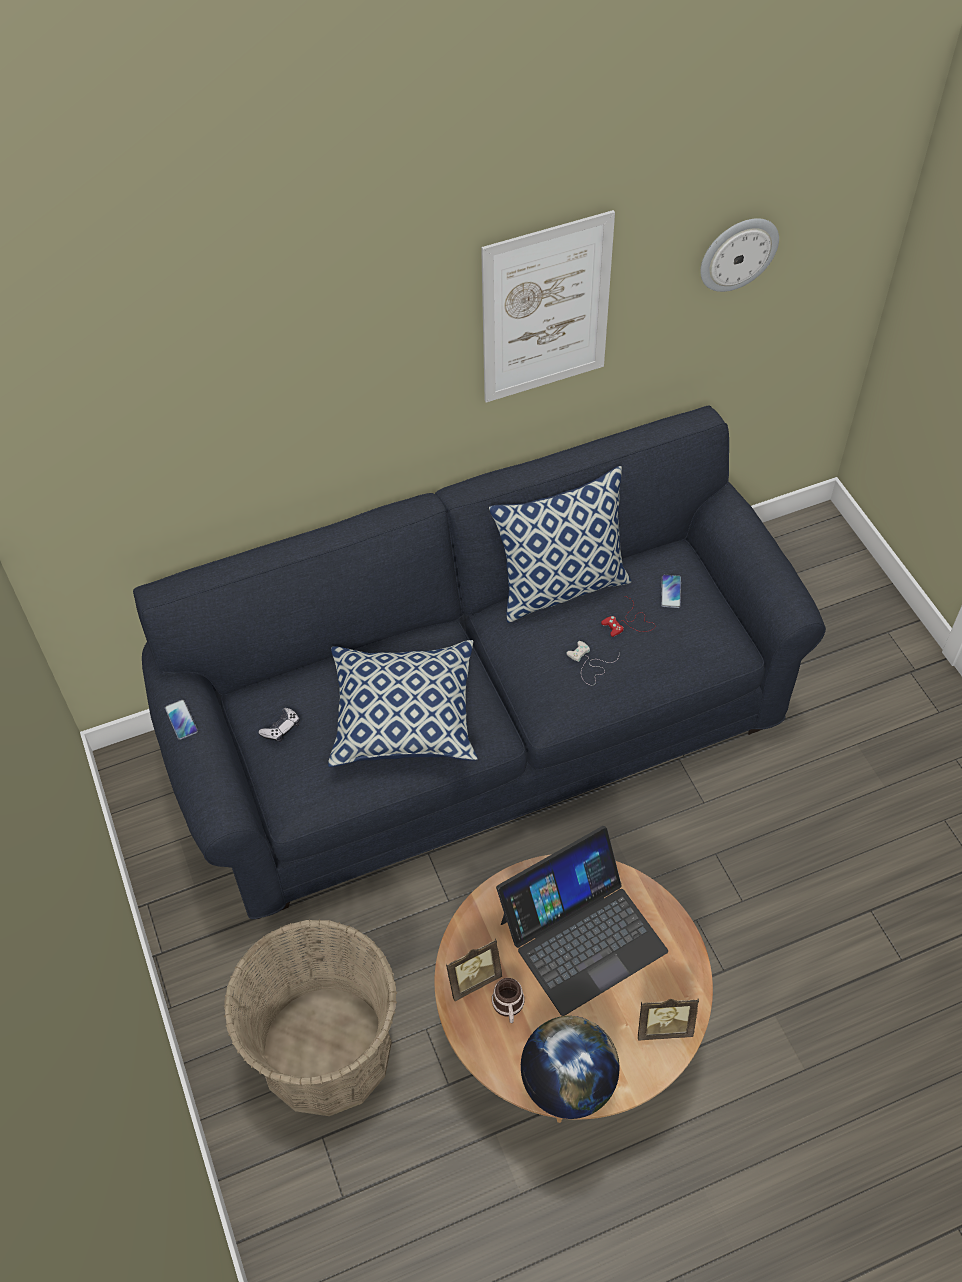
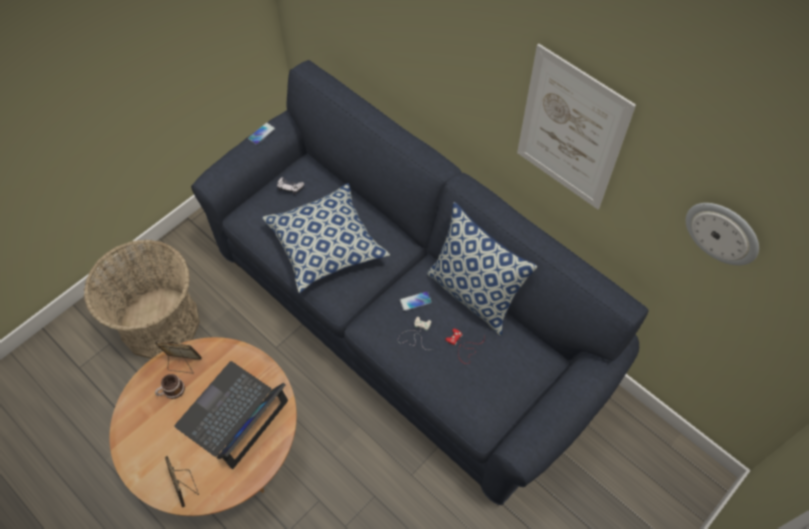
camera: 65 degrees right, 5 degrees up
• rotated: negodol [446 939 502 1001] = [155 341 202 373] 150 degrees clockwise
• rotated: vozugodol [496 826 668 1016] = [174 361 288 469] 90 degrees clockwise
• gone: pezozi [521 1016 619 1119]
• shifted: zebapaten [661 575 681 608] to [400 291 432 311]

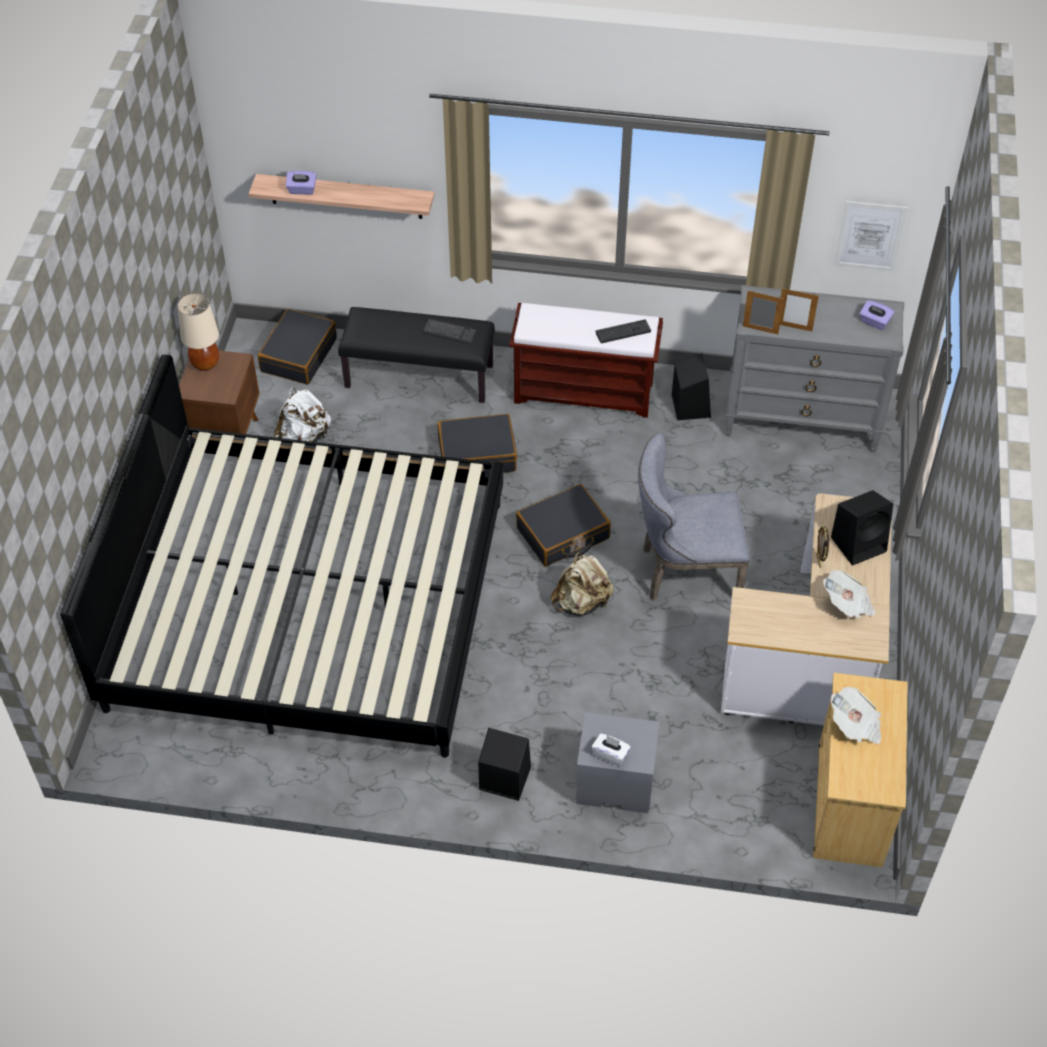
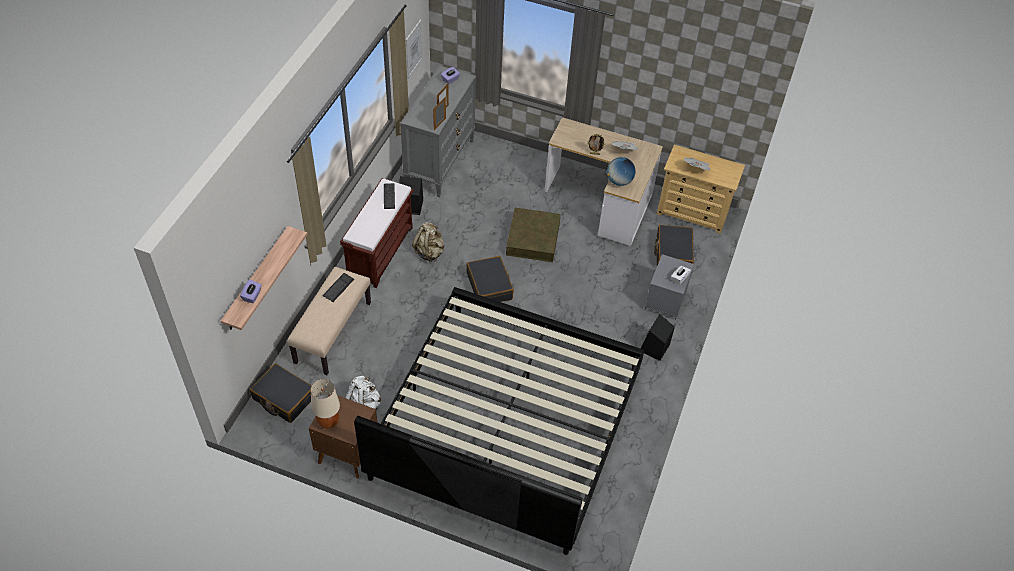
camera: 80 degrees left, 0 degrees up
• repainted: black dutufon [338 307 495 403] to beige dutufon [287 267 371 375]
• shifted: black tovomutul [437 414 517 473] to [654 225 694 265]
• shifted: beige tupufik [550 552 614 616] to [412 222 444 262]
• swapped: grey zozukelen [638 433 750 600] to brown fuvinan [506 208 561 262]
• gone: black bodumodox [831 490 893 566]
• new: pezozi [607 157 636 186]

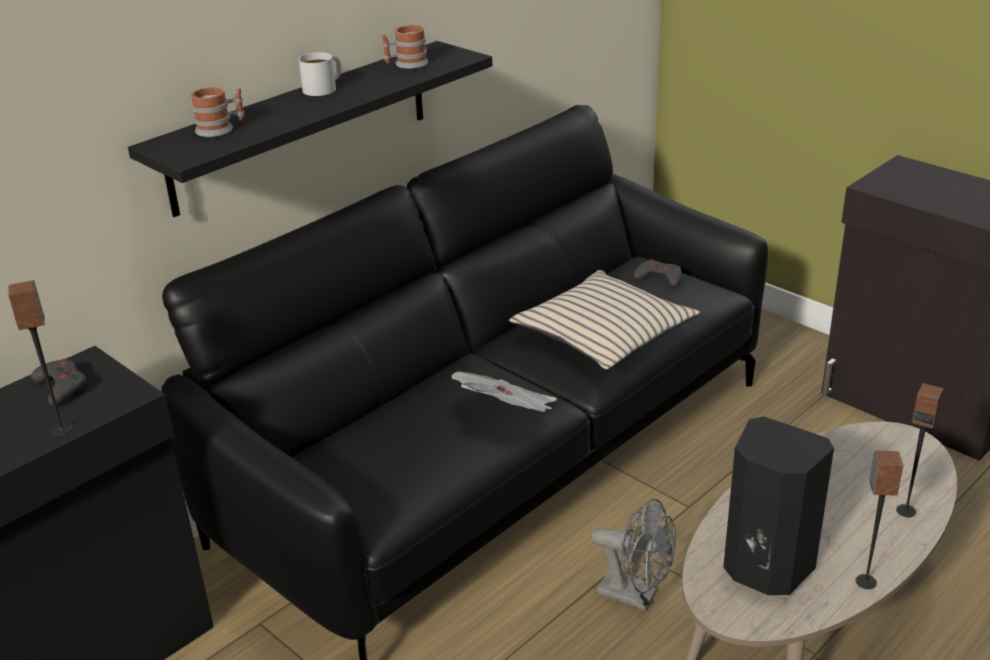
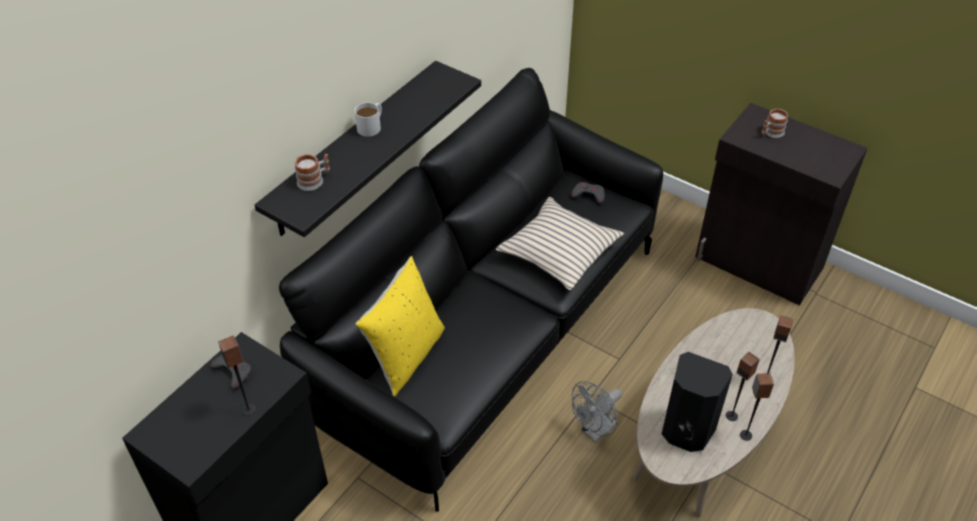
camera: 10 degrees left, 15 degrees up
• shifted: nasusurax [382 25 428 69] to [762 108 788 138]
• gone: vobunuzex [451 372 557 412]
• rotated: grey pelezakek [591 499 676 611] = [572 381 623 442] 120 degrees clockwise
• new: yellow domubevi [356 256 445 397]
• new: bodumodox [726 352 760 421]

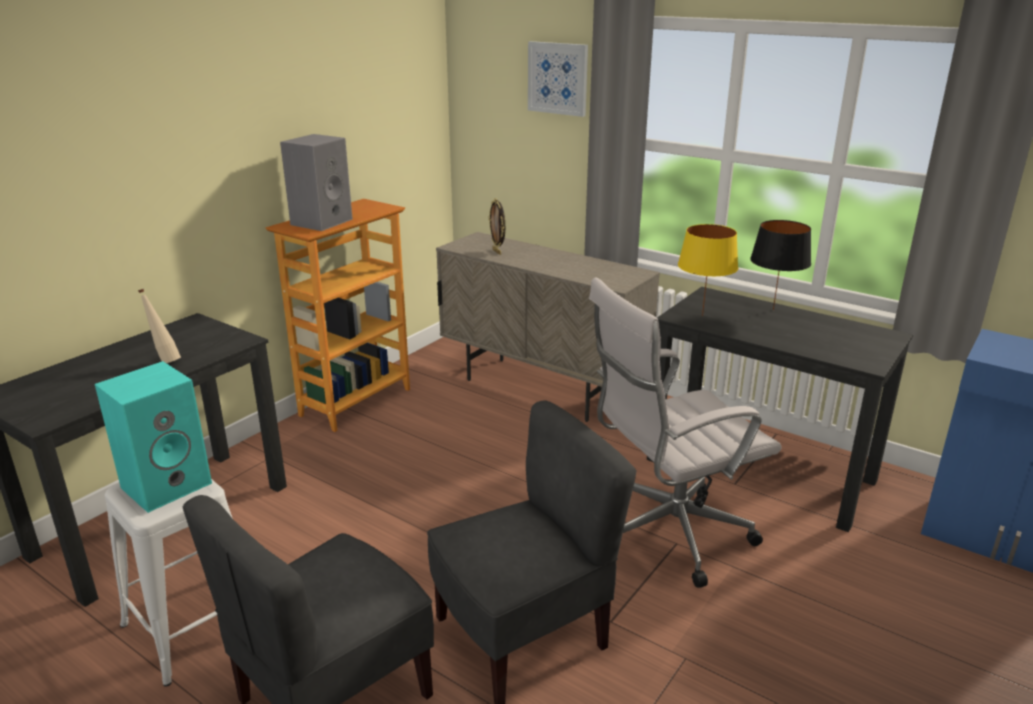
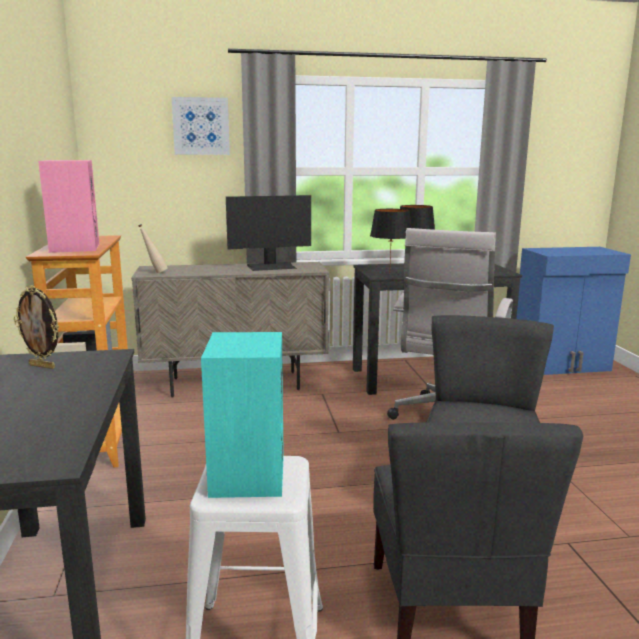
camera: 45 degrees left, 10 degrees down
• shifted: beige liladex [138 289 181 363] to [138 224 167 273]
• repainted: grey bodumodox [280 134 353 231] to pink bodumodox [38 160 99 253]
• shifted: negodol [488 199 505 255] to [14 285 59 369]
• repainted: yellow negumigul [678 224 738 316] to black negumigul [370 209 411 263]
• new: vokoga [226 195 311 271]

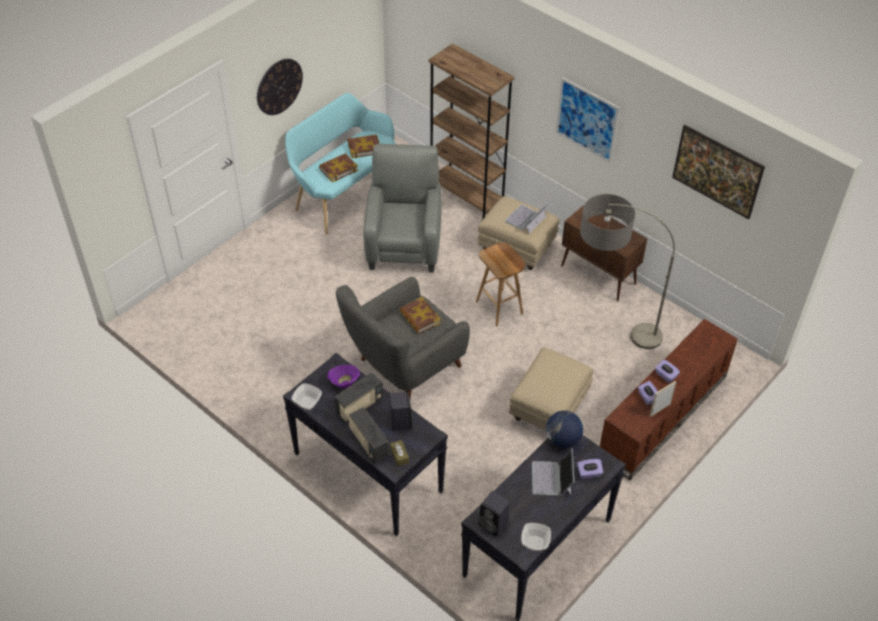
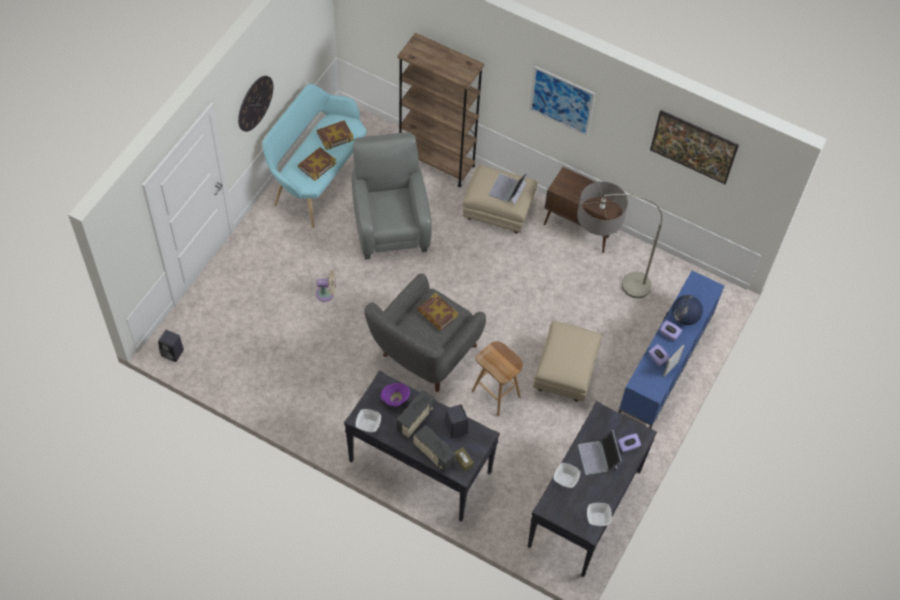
camera: 15 degrees left, 10 degrees up
• shifted: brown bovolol [476 243 525 326] to [472 341 523 416]
• shifted: black bodumodox [478 491 510 536] to [158 330 184 362]
• shifted: pezozi [546 411 583 448] to [672 295 703 325]
• repainted: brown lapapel [600 319 738 480] to blue lapapel [618 270 724 429]
• new: beige pelezakek [316 271 336 302]
• new: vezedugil [554 463 580 488]

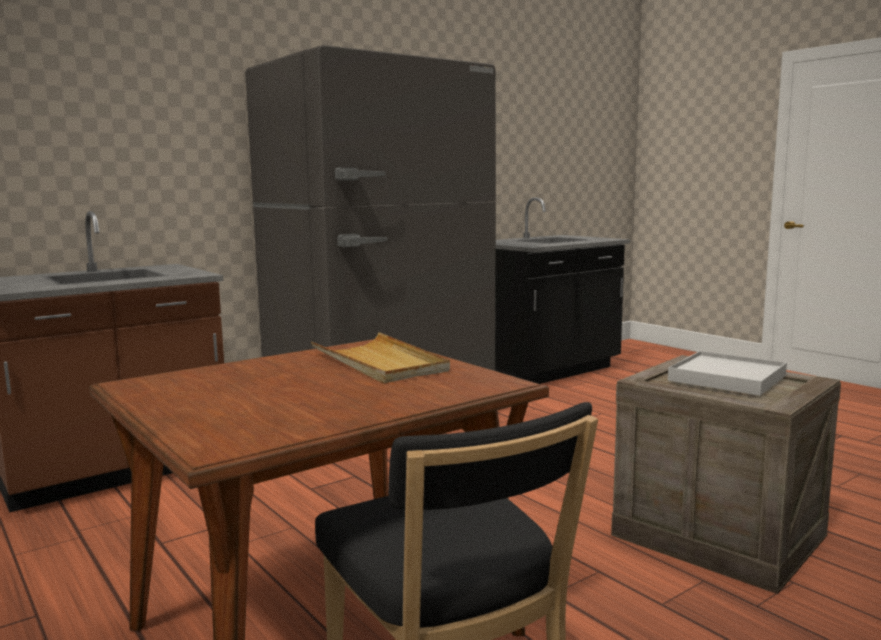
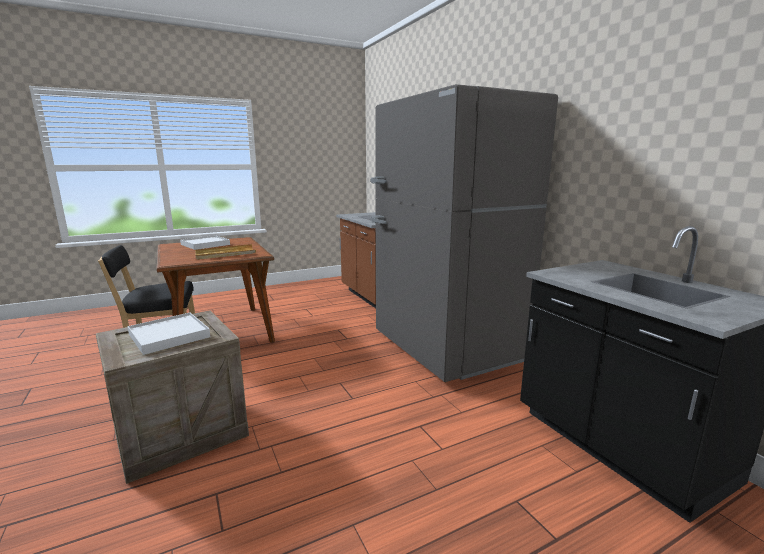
camera: 100 degrees right, 5 degrees up
• new: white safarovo [180 235 230 250]

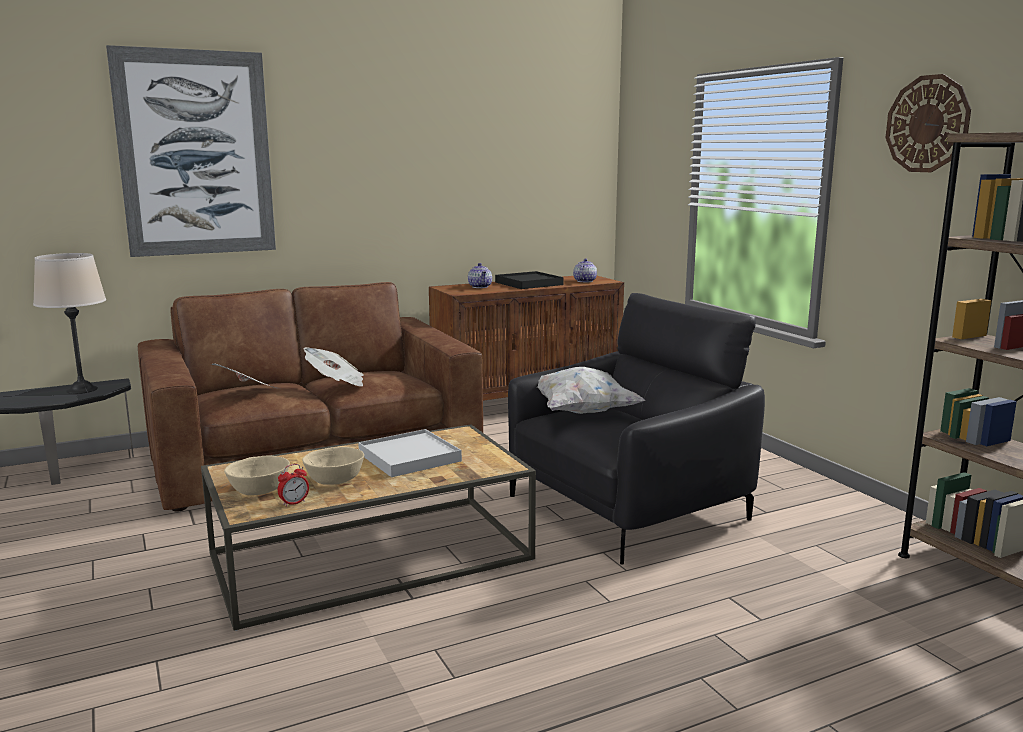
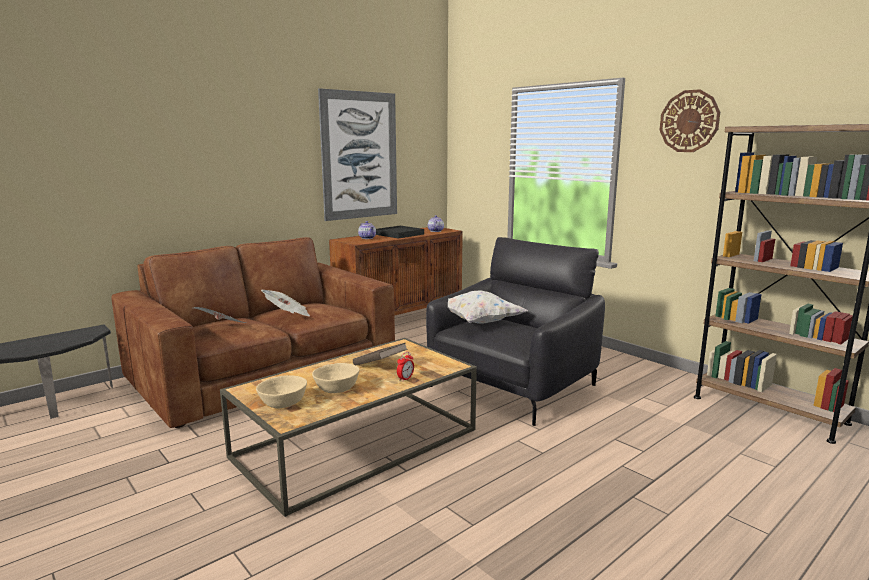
camera: 15 degrees left, 0 degrees up
• gone: beige negumigul [33 253 106 394]
• shifted: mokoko [106 45 276 257] to [318 88 397 221]
• shifted: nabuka [278 464 309 507] to [397 352 414 382]
• swapped: white safarovo [358 429 462 477] to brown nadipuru [353 343 408 366]

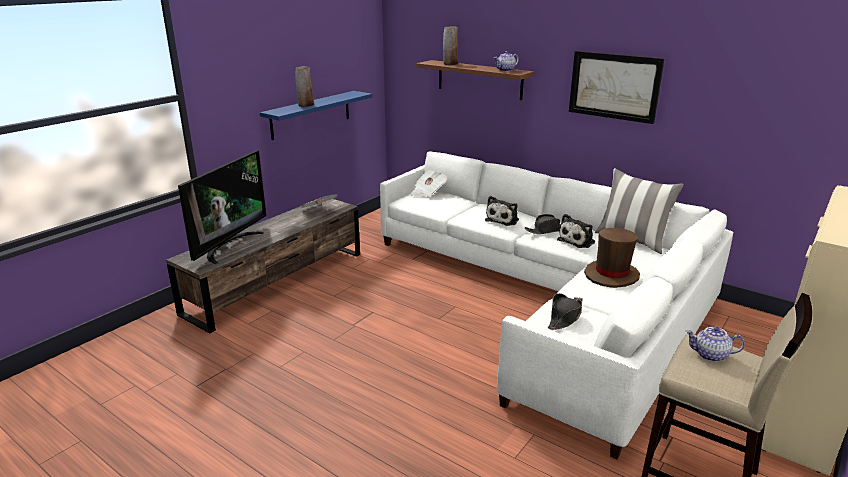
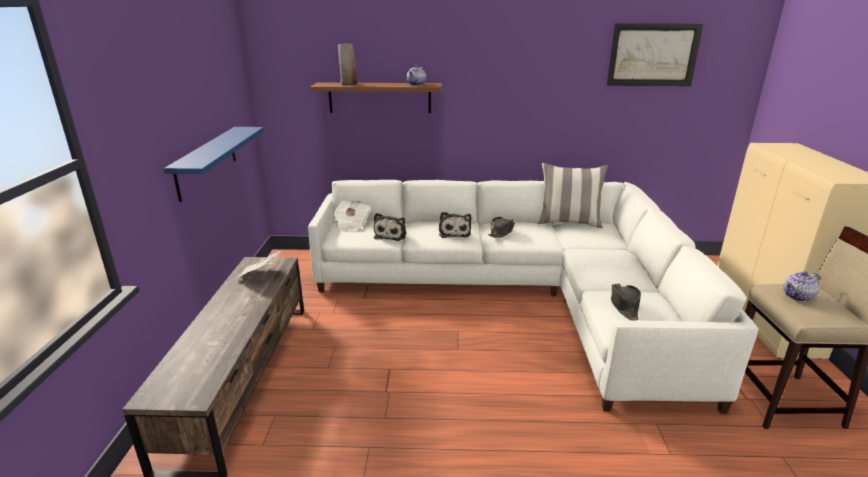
camera: 35 degrees left, 0 degrees up
• gone: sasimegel [178 150 266 265]
• gone: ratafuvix [296 66 314 107]
• shifted: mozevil [557 214 595 248] to [374 213 407 241]
• shifted: mokoko [569 51 664 124] to [607 23 703 86]
• gone: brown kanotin [584 228 640 288]

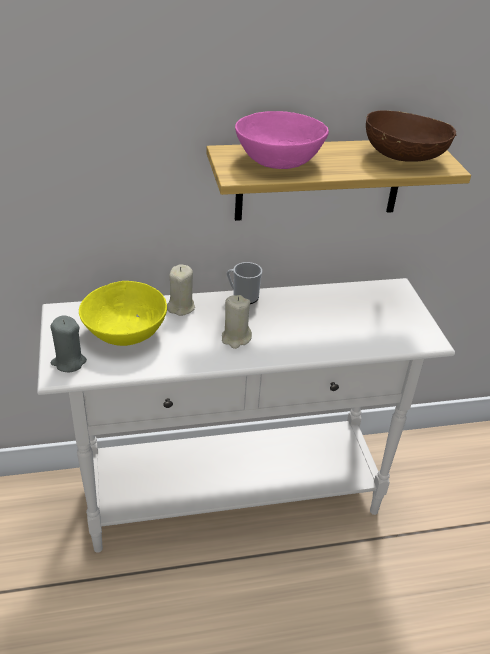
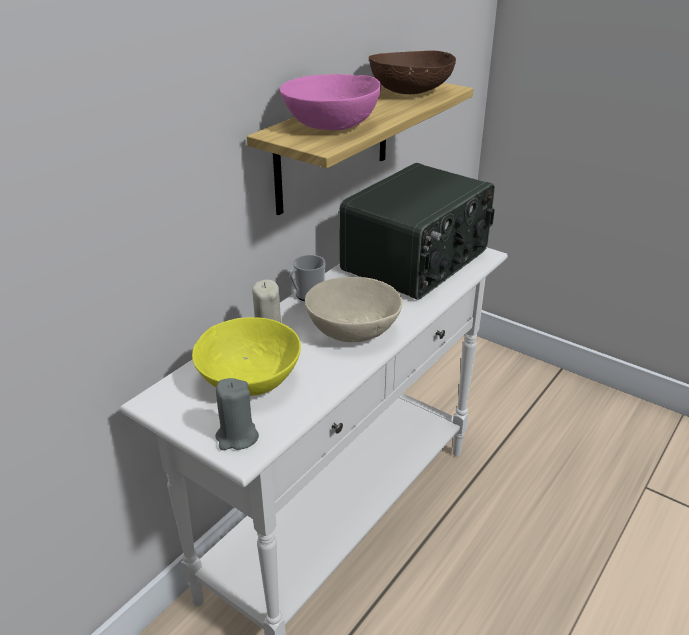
camera: 40 degrees left, 5 degrees down
• swapped: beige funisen [222 295 252 349] to beige vezedugil [305 277 402 342]
• new: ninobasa [339 163 495 300]

